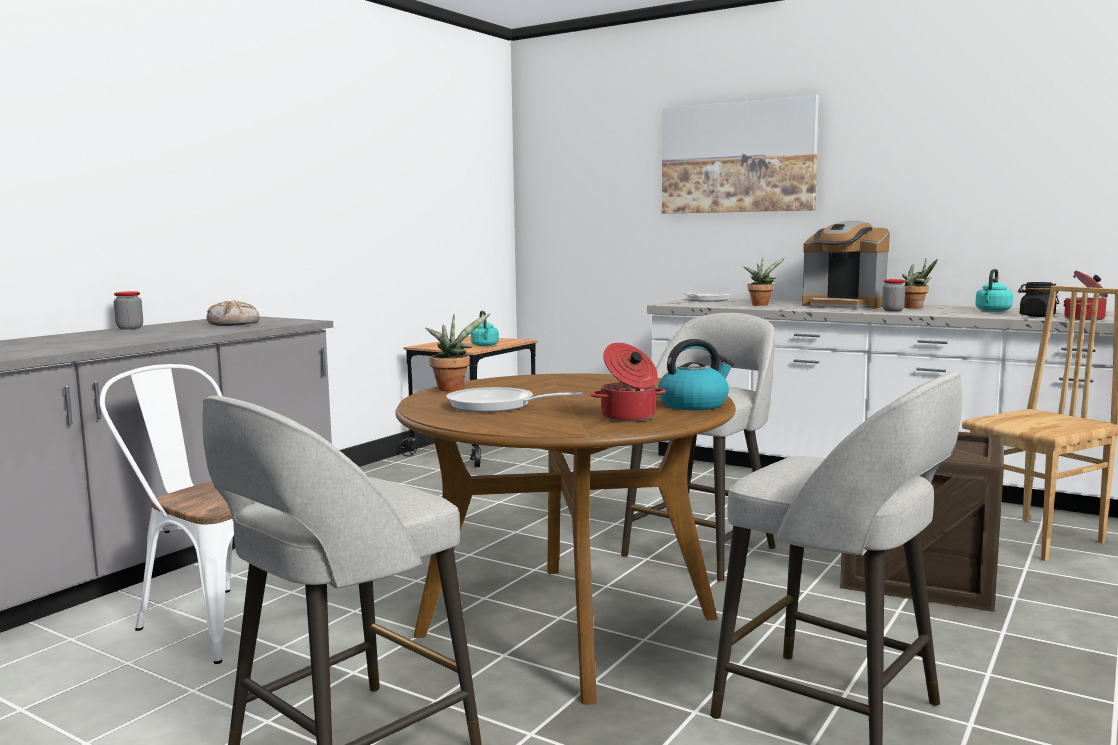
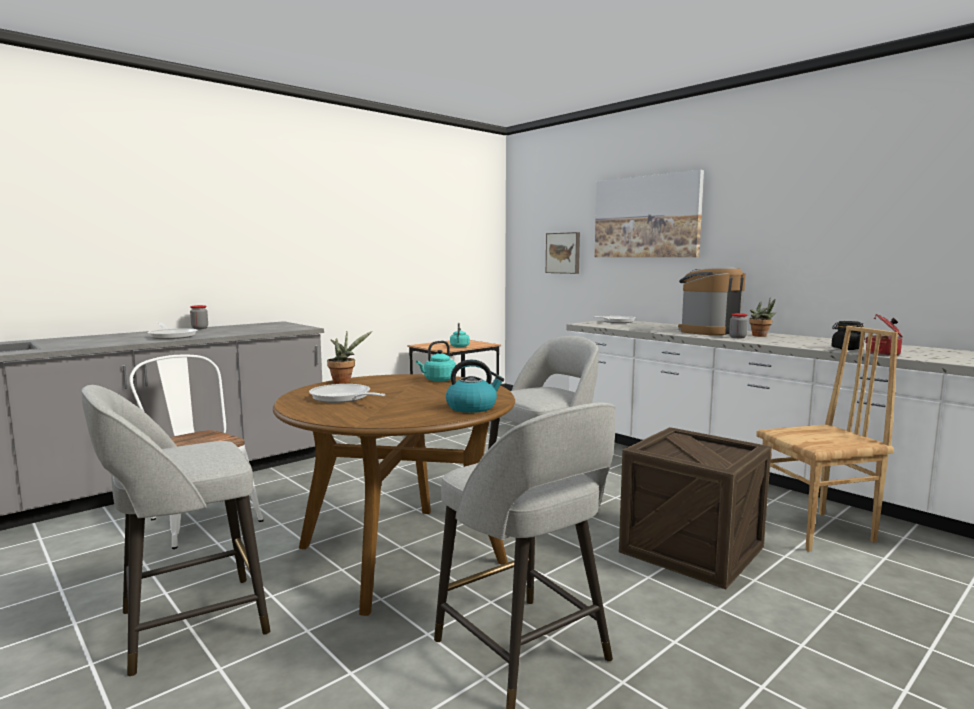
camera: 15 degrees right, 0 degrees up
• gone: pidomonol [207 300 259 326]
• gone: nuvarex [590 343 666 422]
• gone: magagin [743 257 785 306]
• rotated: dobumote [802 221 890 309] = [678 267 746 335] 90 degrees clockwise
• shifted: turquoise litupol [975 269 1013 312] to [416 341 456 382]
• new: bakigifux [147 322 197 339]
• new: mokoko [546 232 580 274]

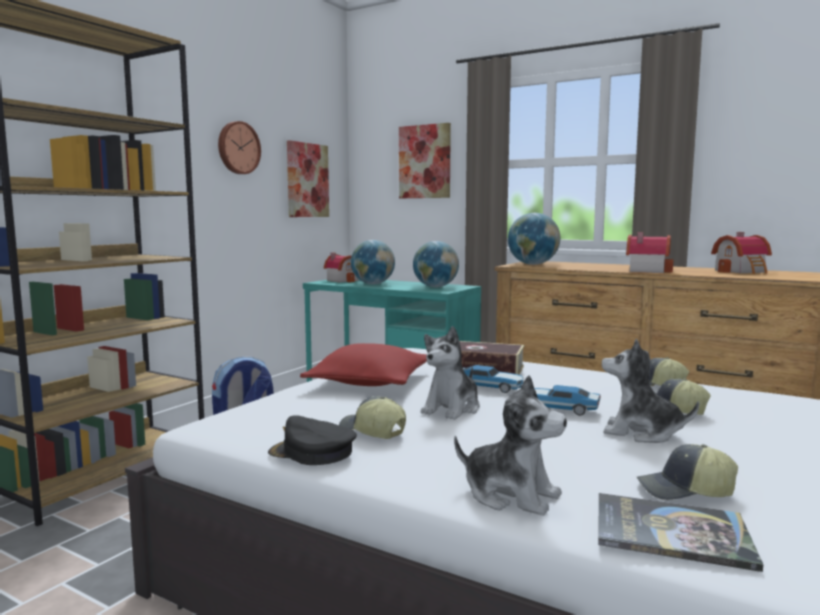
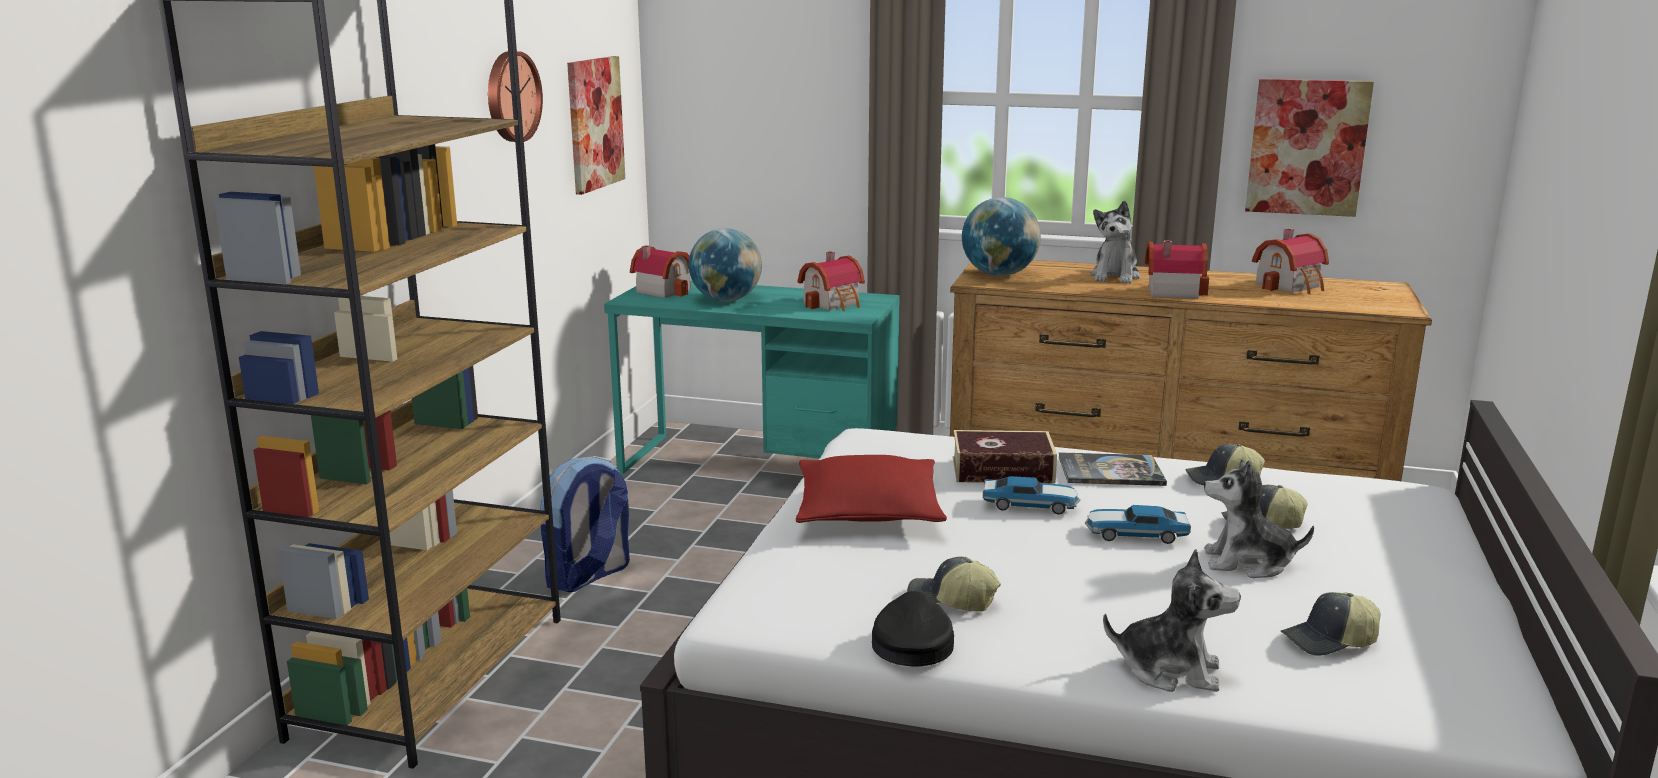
camera: 15 degrees left, 10 degrees up
• rotated: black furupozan [268 415 357 465] = [872 591 954 666] 90 degrees clockwise
• shifted: mokoko [399 123 451 198] to [1245 79 1374 217]
• swapped: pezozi [413 241 459 287] to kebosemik [798 251 865 311]
• shifted: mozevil [421 326 480 420] to [1090 201 1140 284]
• shifted: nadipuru [598 493 763 572] to [1058 452 1167 486]

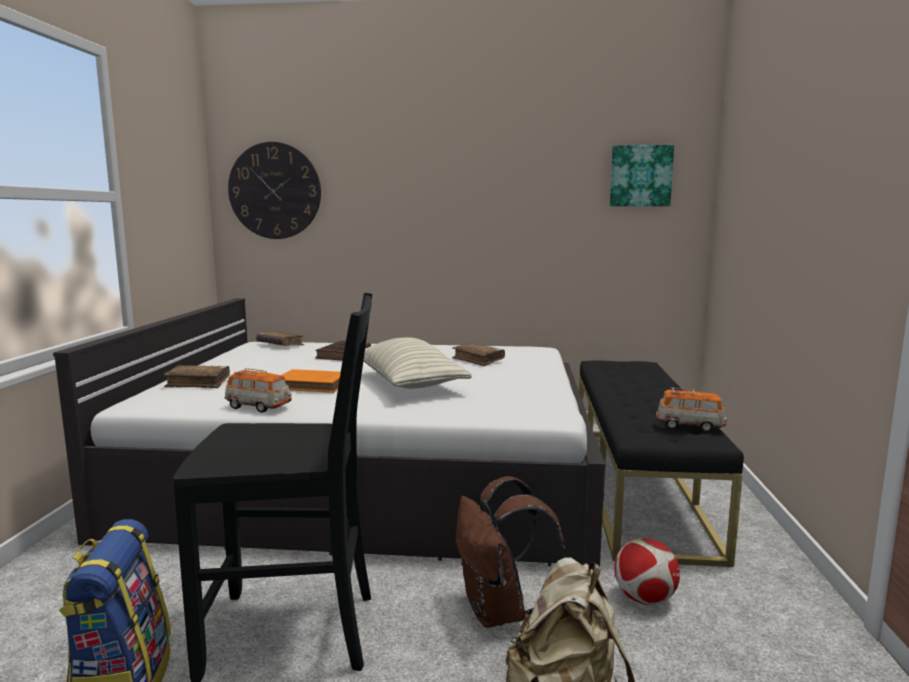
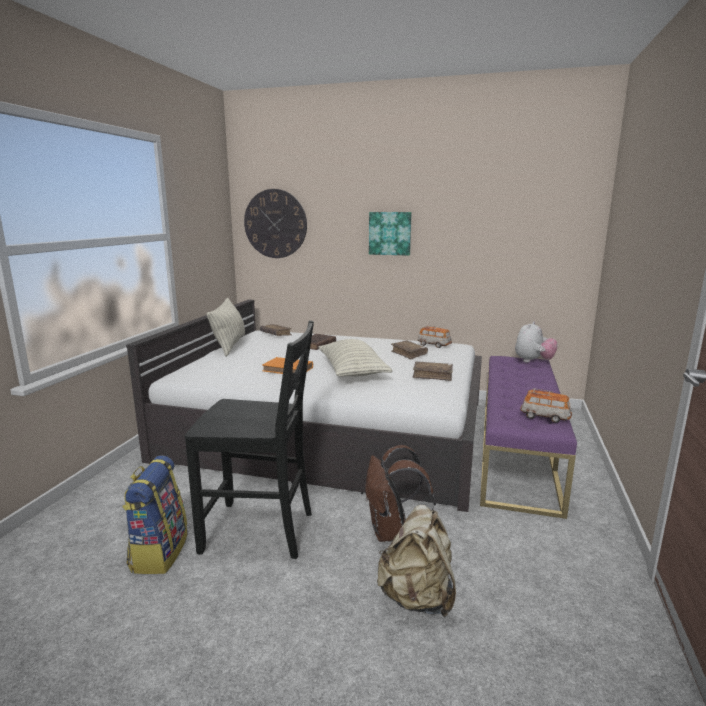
camera: 10 degrees right, 5 degrees up
• shifted: brown nadipuru [163 365 230 388] to [413 362 453 381]
• shifted: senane [224 368 292 413] to [417 325 452 348]
• repainted: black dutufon [579 360 744 567] to purple dutufon [480 356 577 519]
• shifted: mokoko [610 145 674 206] to [369 212 411 256]
• gone: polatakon [614 538 680 605]
• new: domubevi [207 298 245 357]
• new: mozevil [515 321 558 363]

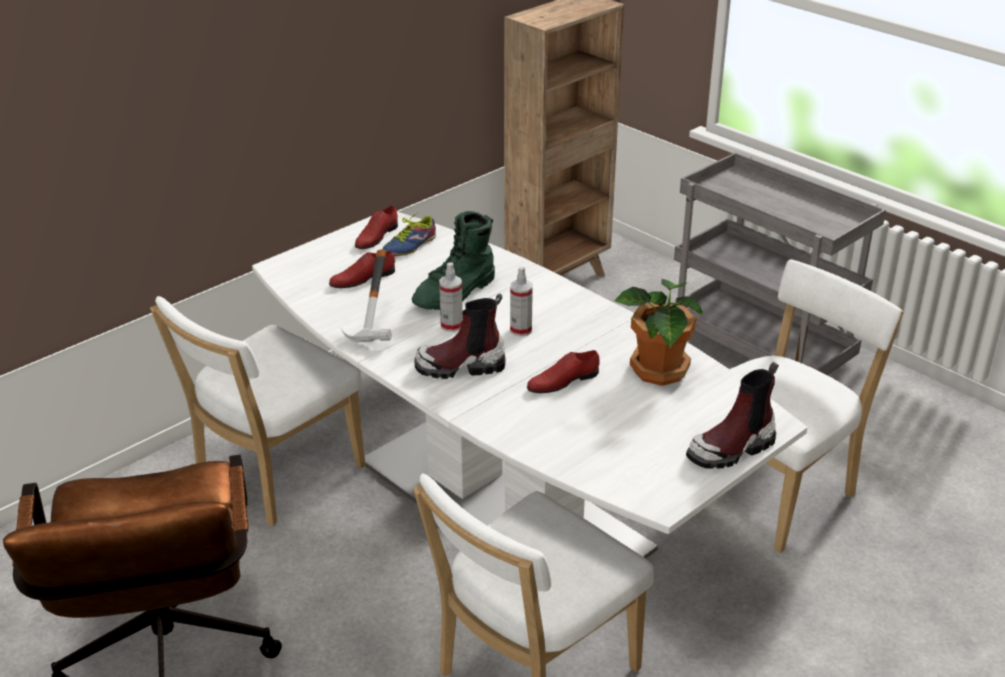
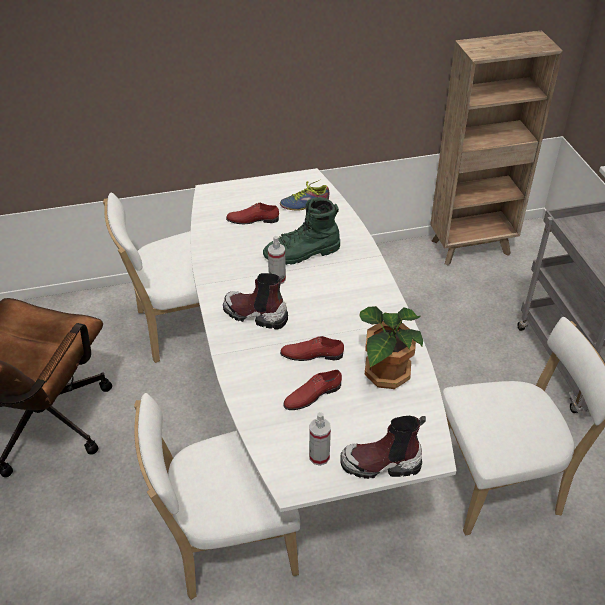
camera: 30 degrees right, 10 degrees up
• gone: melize [340 250 392 342]
• shifted: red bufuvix [355 206 398 249] to [283 370 342 410]
• shifted: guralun [510 267 533 337] to [309 412 331 466]

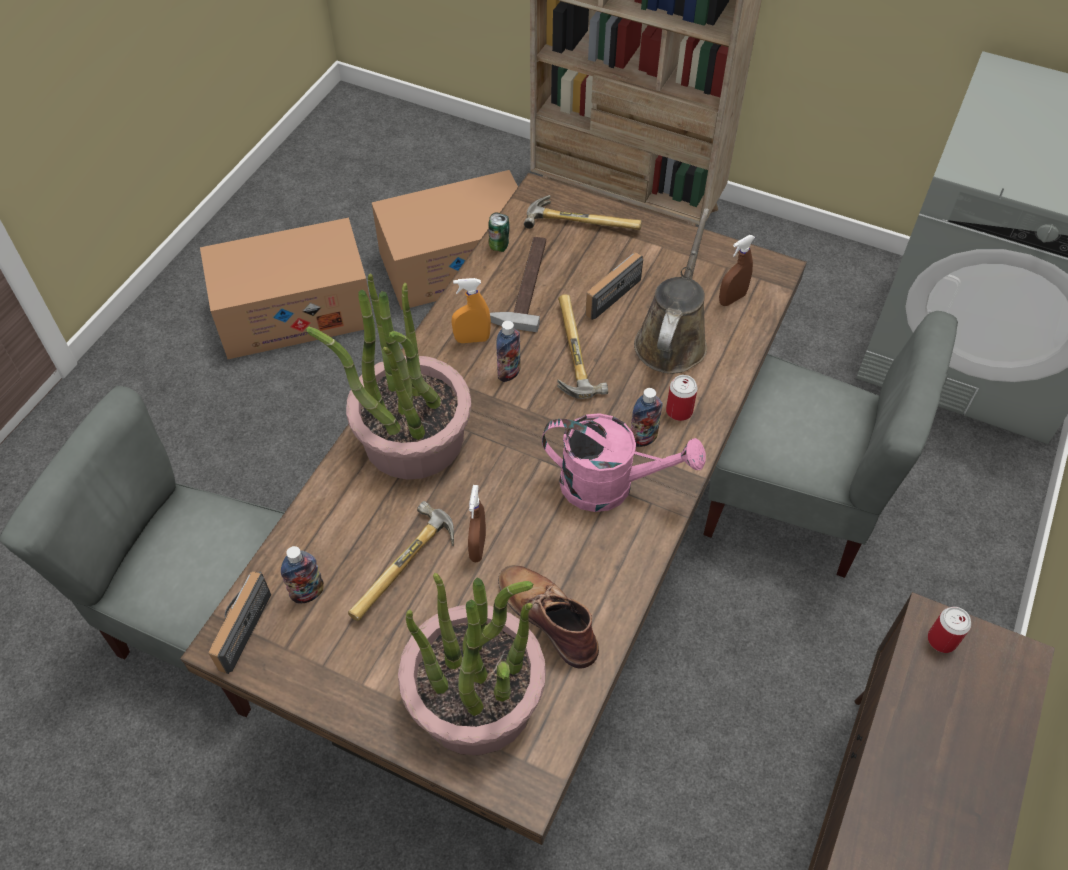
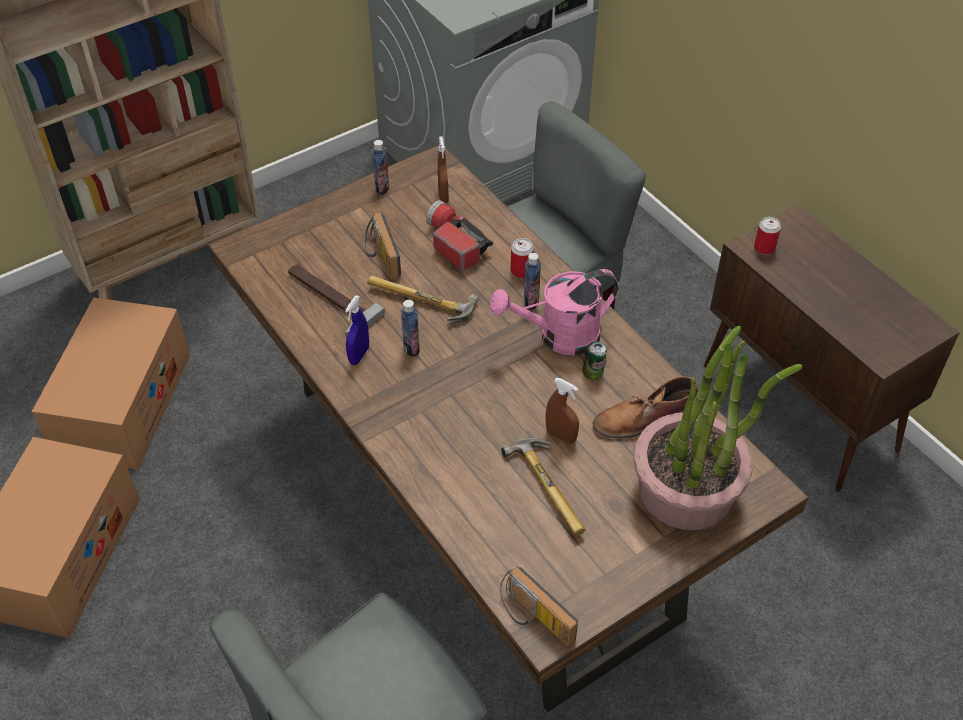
camera: 60 degrees left, 5 degrees down
• shifted: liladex [281 546 324 603] to [372 140 389 195]
• gone: magagin [306 273 471 480]
• repainted: orange guralun [452 278 491 343] to blue guralun [345 295 369 365]
• shifted: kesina [488 212 510 252] to [582 341 607 380]
• gone: melize [524 195 642 230]
• rotated: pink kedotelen [542 413 706 512] = [490 269 618 356] 150 degrees counterclockwise
• swapped: brown kedotelen [634 208 709 374] to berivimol [426 200 493 271]

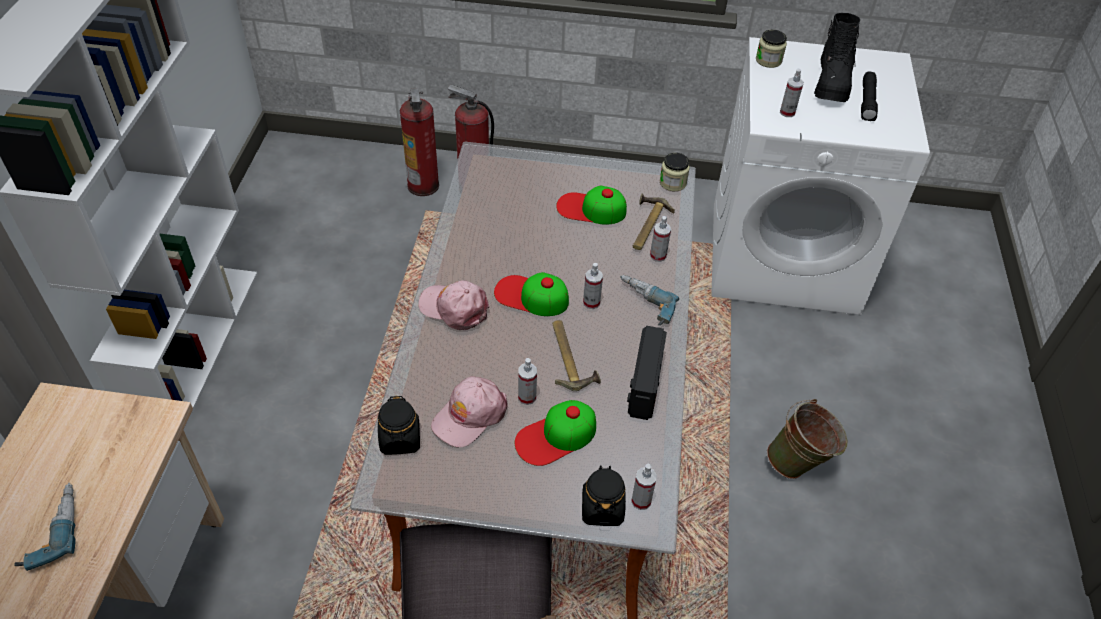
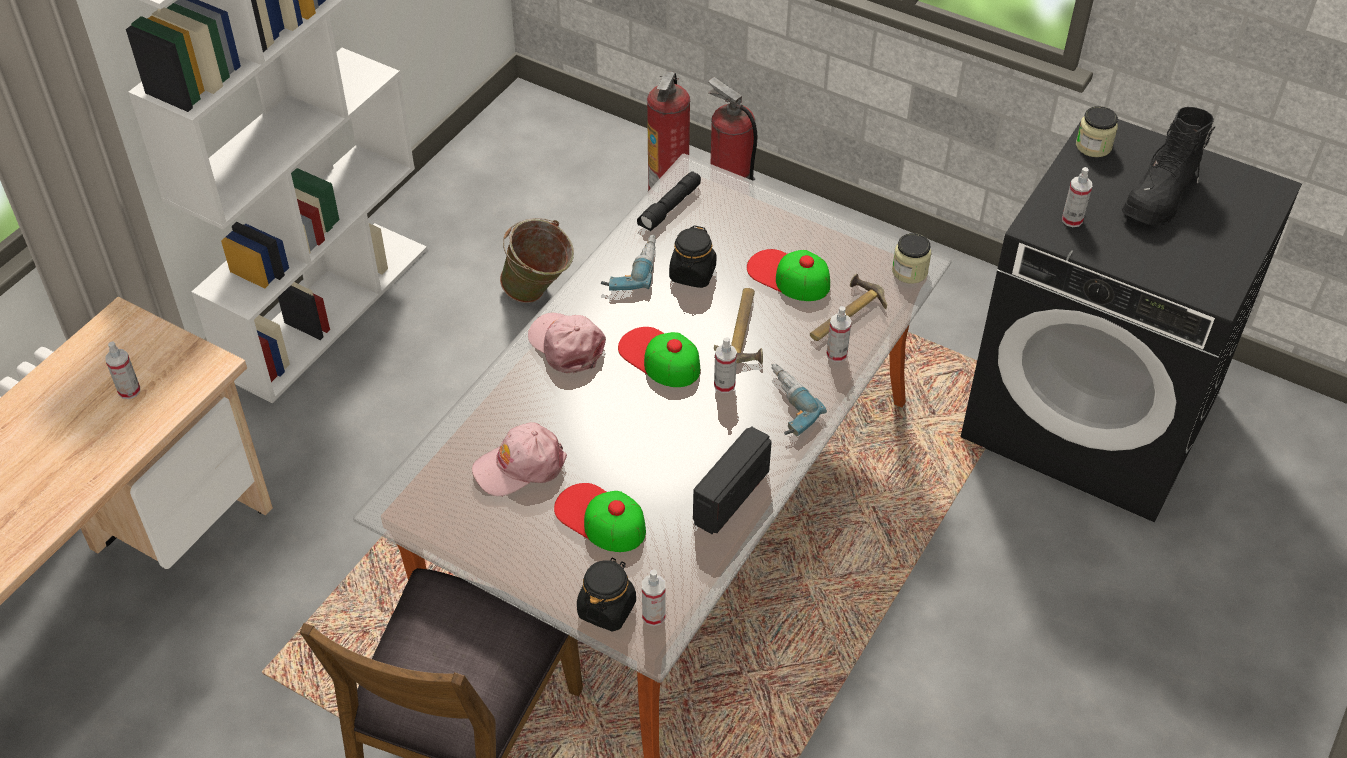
camera: 25 degrees right, 0 degrees up
• shifted: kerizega [14 483 76 571] to [601 235 656 291]
• shifted: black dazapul [378 396 420 455] to [669 225 716 288]
• rotated: furupozan [515 400 596 466] = [554 483 646 552] 45 degrees clockwise
• shifted: guralun [518 358 537 405] to [105 341 140 399]
• shifted: melize [552 320 601 391] to [714 288 763 364]
• repainted: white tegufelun [711 37 930 315] to black tegufelun [961 115 1302 522]
• shifted: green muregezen [767 399 848 479] to [500 218 574 303]
• shifted: black berivimol [861 72 878 121] to [637 171 701 231]

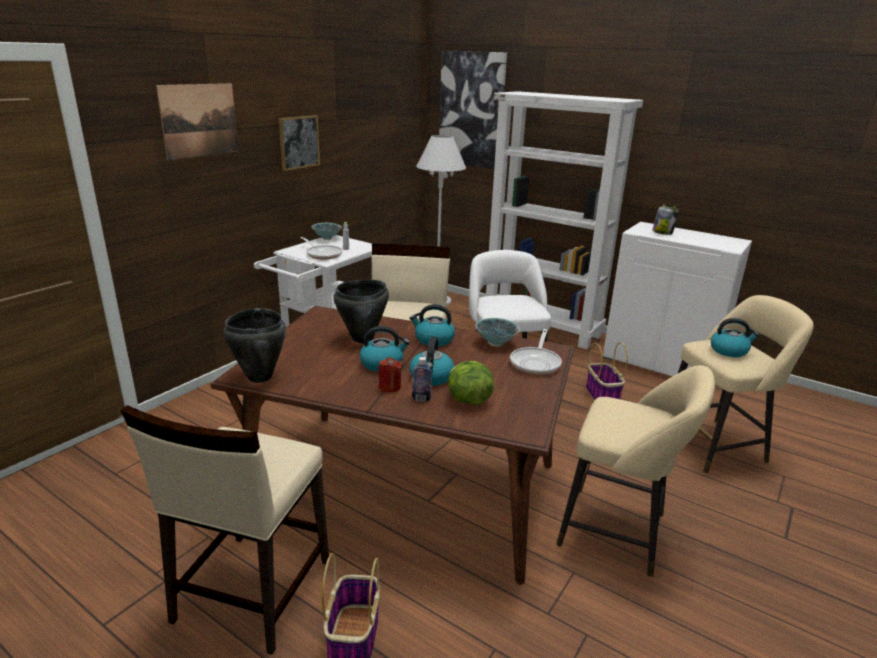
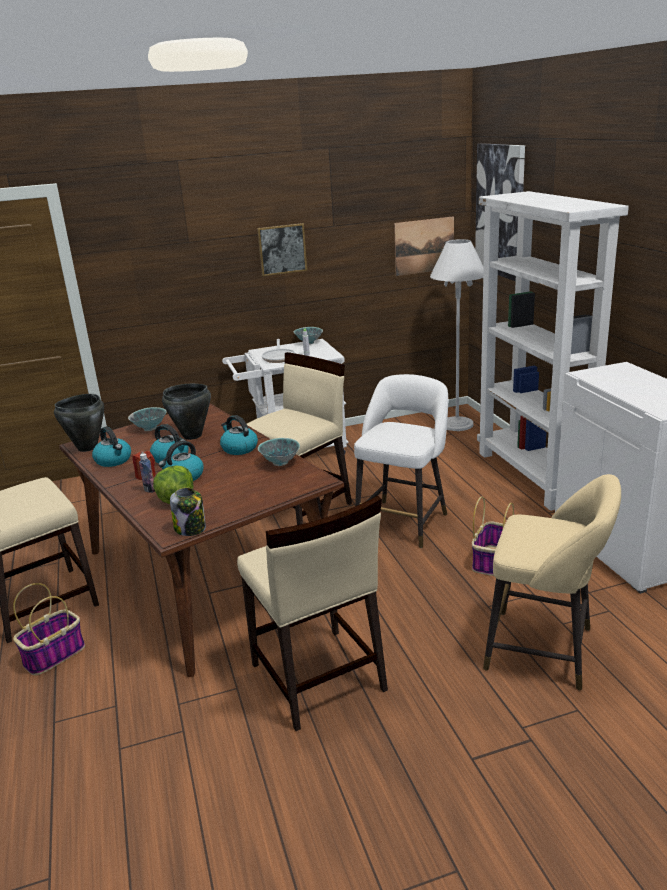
camera: 40 degrees right, 0 degrees up
• shifted: mokoko [156 83 239 160] to [394 216 454 276]
• gone: bakigifux [510 329 562 375]
• swapped: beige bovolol [556 365 715 577] to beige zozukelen [237 496 388 731]
• shifted: dazapul [652 204 679 235] to [170 488 206 536]
• shifted: litupol [711 318 759 357] to [92 426 131 467]
• new: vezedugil [128 407 166 431]

